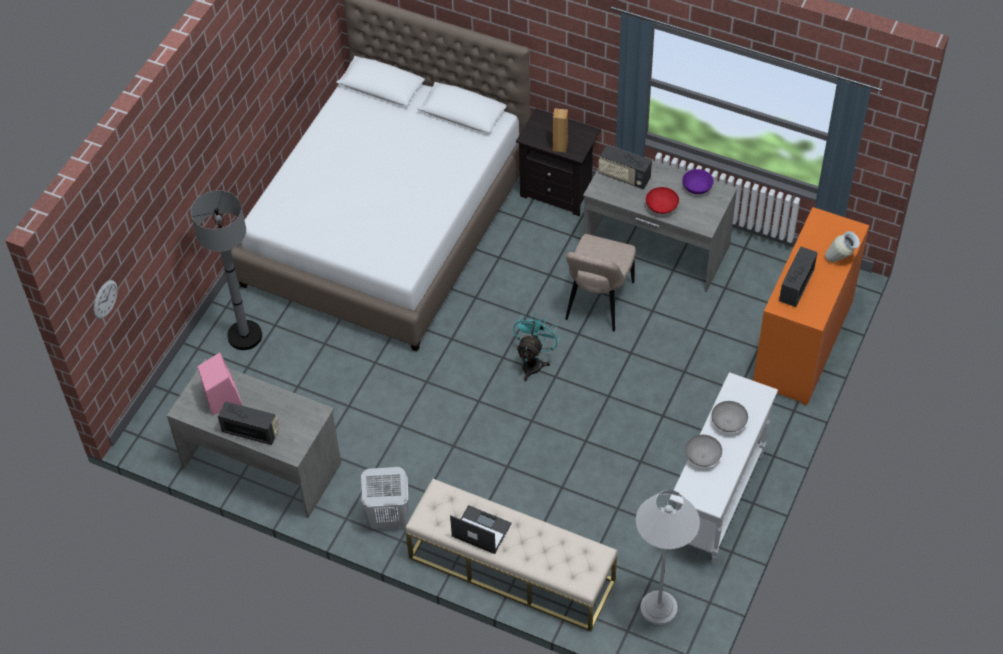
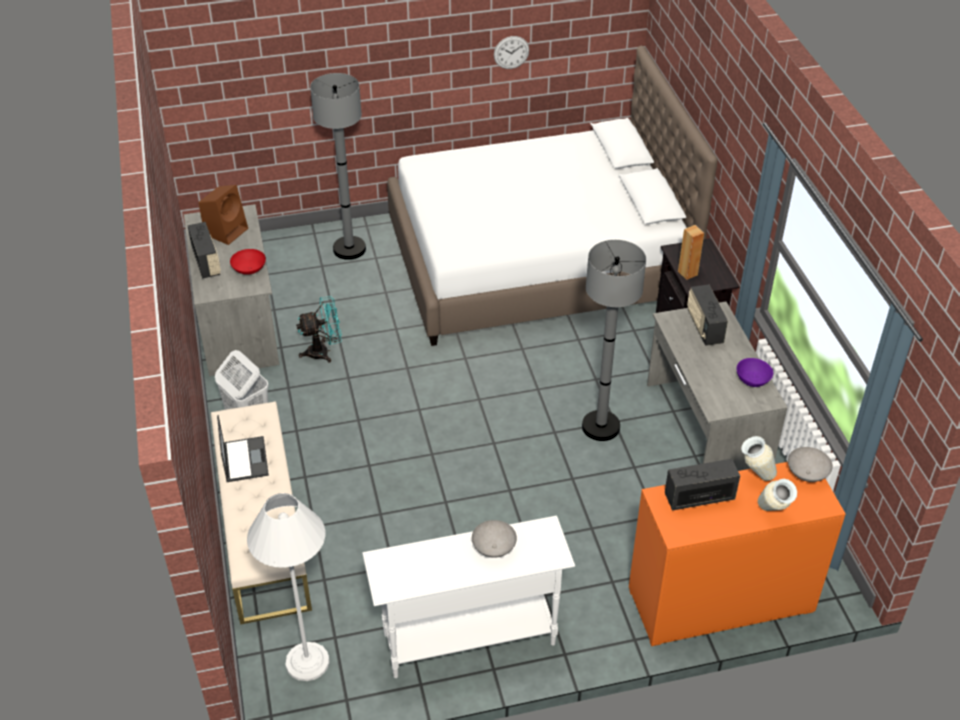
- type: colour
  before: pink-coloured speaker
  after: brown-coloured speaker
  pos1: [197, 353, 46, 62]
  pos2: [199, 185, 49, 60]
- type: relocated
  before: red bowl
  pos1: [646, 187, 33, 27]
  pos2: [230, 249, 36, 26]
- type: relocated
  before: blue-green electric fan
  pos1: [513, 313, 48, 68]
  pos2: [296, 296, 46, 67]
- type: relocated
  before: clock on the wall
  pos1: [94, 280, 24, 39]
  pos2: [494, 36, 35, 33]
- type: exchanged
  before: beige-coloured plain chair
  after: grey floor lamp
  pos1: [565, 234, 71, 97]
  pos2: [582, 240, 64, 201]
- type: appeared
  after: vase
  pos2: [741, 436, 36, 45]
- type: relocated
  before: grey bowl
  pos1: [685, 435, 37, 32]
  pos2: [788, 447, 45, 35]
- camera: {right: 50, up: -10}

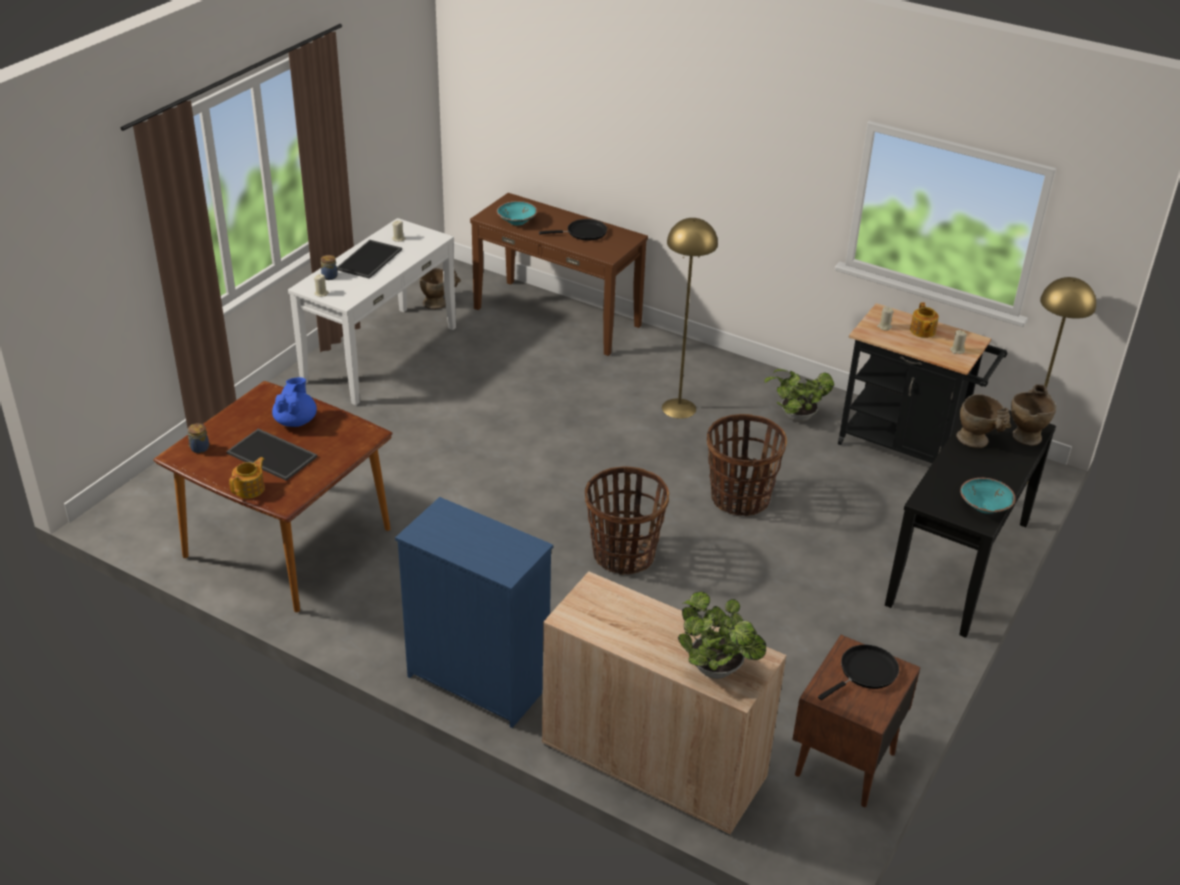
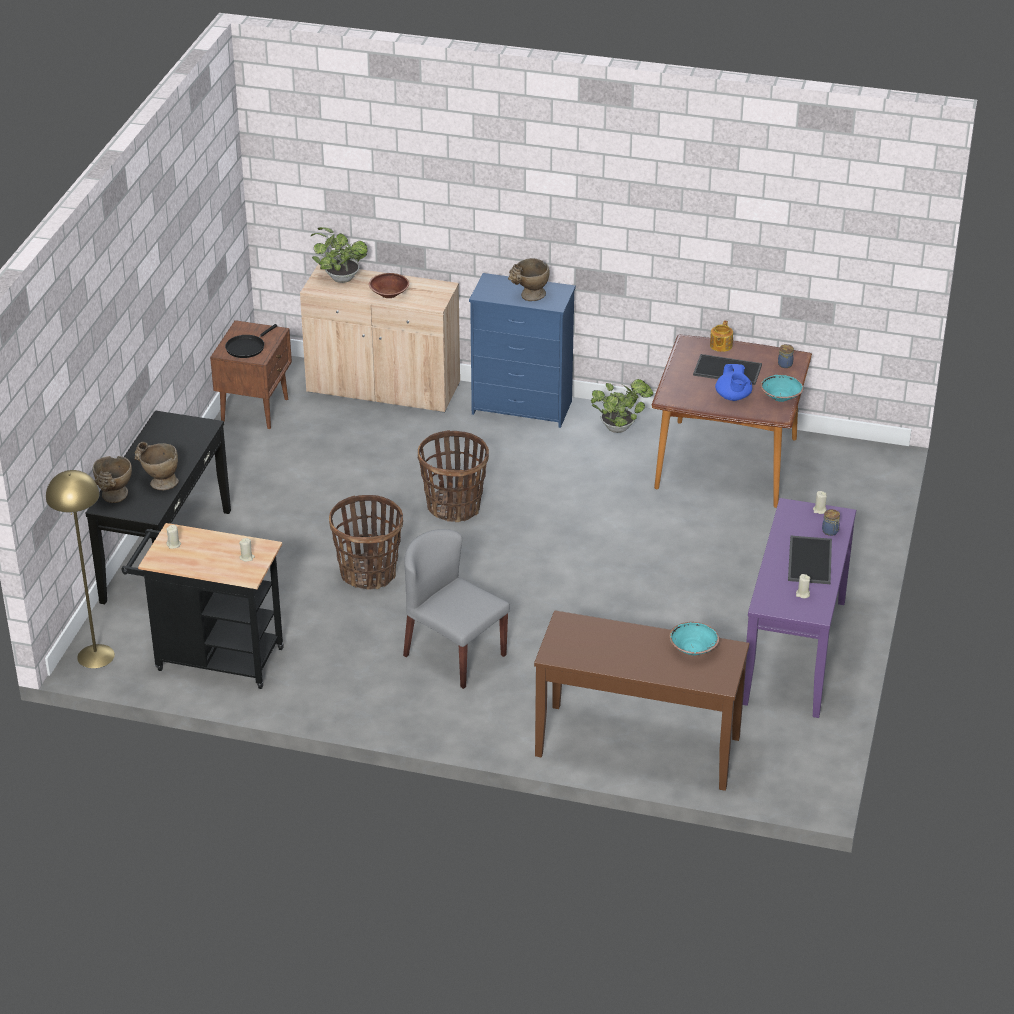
- type: appeared
  after: brown-coloured bowl
  pos2: [369, 273, 40, 25]
- type: exchanged
  before: yellow floor lamp
  after: grey plain chair
  pos1: [662, 218, 56, 201]
  pos2: [403, 529, 107, 160]
- type: relocated
  before: beige-coloured vase
  pos1: [420, 268, 41, 41]
  pos2: [508, 258, 41, 43]
- type: relocated
  before: houseplant
  pos1: [764, 369, 70, 53]
  pos2: [591, 379, 62, 54]
- type: colour
  before: whitish hall table
  after: purple hall table
  pos1: [288, 218, 168, 187]
  pos2: [743, 498, 113, 220]
- type: relocated
  before: blue-green bowl
  pos1: [960, 478, 56, 36]
  pos2: [760, 374, 43, 28]
- type: missing
  before: blackish frying pan
  pos1: [539, 219, 68, 21]
- type: missing
  before: teapot
  pos1: [910, 302, 29, 36]
- camera: {right: 165, up: 0}

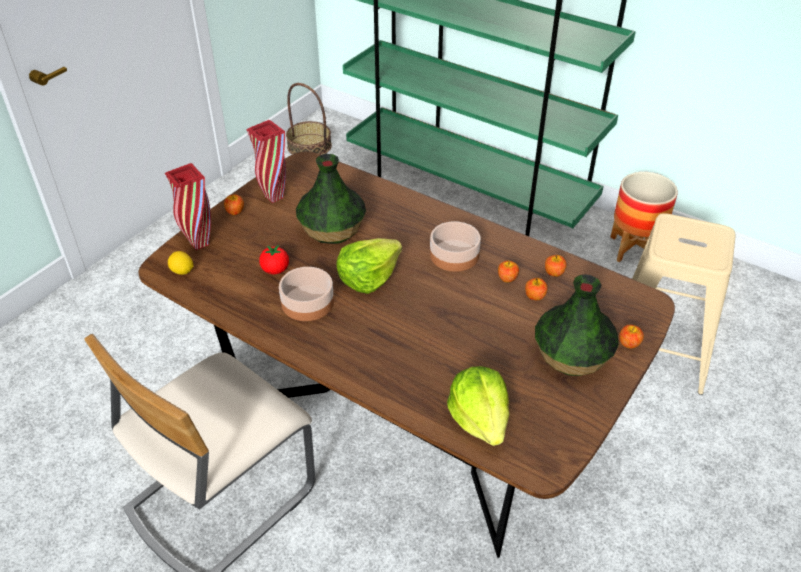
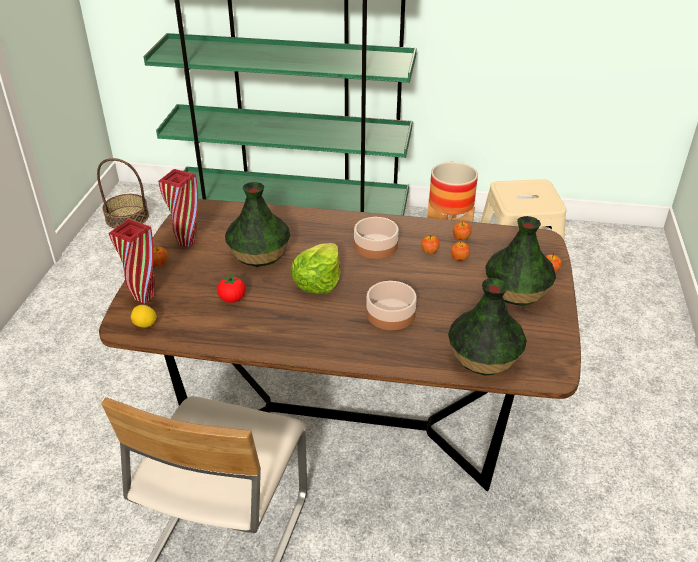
- type: relocated
  before: bowl
  pos1: [279, 267, 55, 54]
  pos2: [366, 281, 51, 49]
- type: exchanged
  before: lettuce
  after: vase
  pos1: [447, 366, 63, 80]
  pos2: [448, 278, 79, 98]
- camera: {right: -25, up: -5}

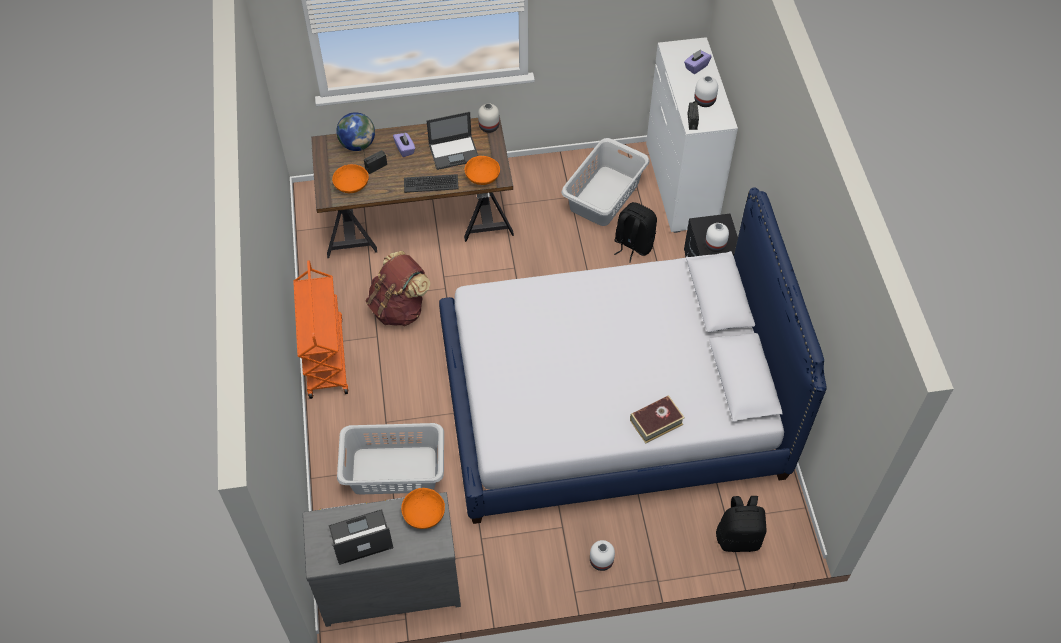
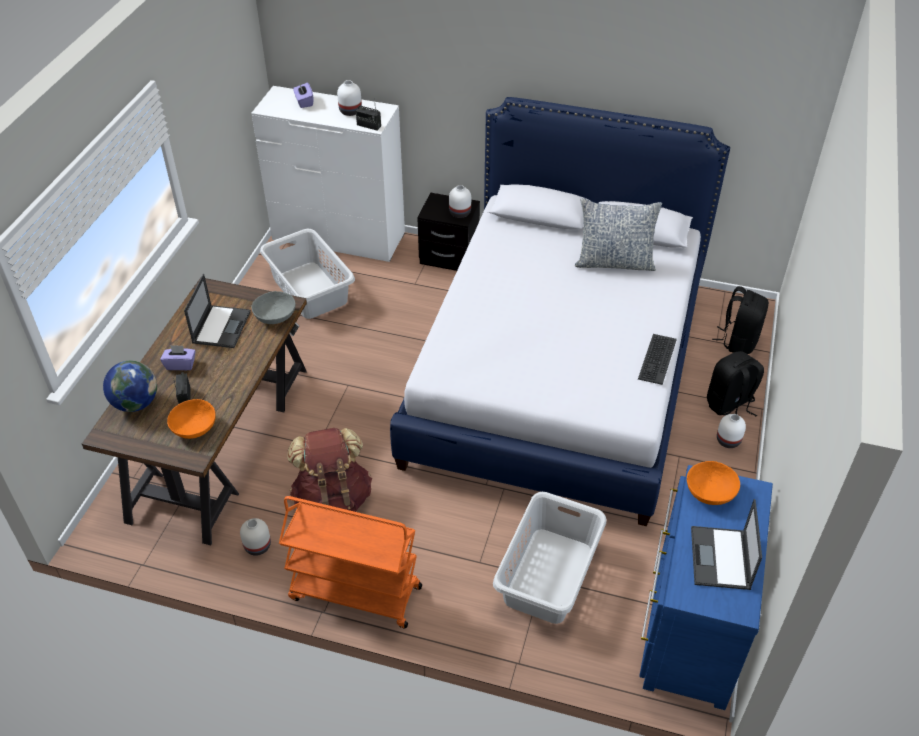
- type: relocated
  before: whitish vase
  pos1: [478, 103, 22, 30]
  pos2: [240, 518, 31, 38]
- type: colour
  before: orangey bowl
  after: grey bowl
  pos1: [465, 156, 35, 29]
  pos2: [251, 291, 45, 33]
- type: appeared
  after: throw pillow
  pos2: [575, 198, 87, 73]
- type: relocated
  before: PC keyboard
  pos1: [404, 174, 55, 19]
  pos2: [638, 334, 39, 51]
- type: colour
  before: grey dresser
  after: blue dresser
  pos1: [303, 492, 158, 135]
  pos2: [639, 465, 134, 245]
- type: relocated
  before: blackish rucksack
  pos1: [614, 202, 43, 61]
  pos2: [707, 351, 57, 65]
- type: missing
  before: bound book
  pos1: [630, 395, 55, 48]
- camera: {right: -65, up: -10}

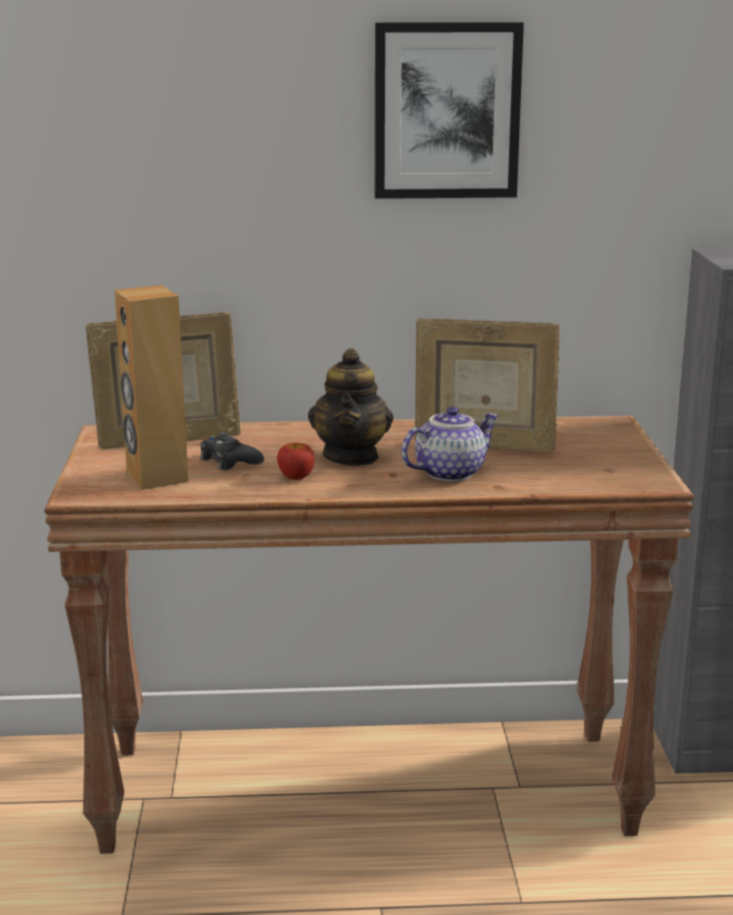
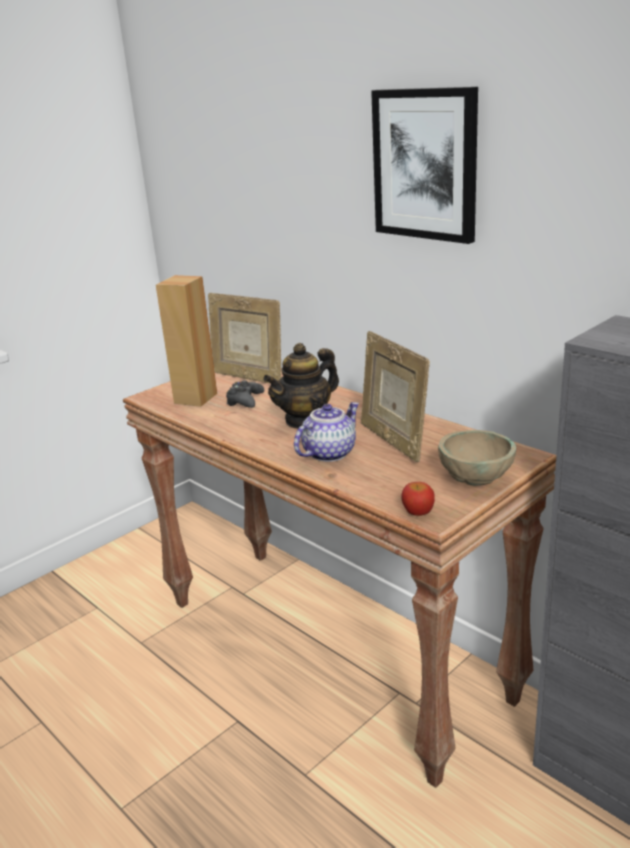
- type: spun
  before: teapot
  pos1: [401, 407, 98, 75]
  pos2: [294, 402, 66, 60]
  turn: -60
- type: relocated
  before: whole apple
  pos1: [277, 443, 38, 37]
  pos2: [401, 482, 34, 34]
- type: appeared
  after: beige-coloured bowl
  pos2: [438, 430, 78, 56]
- camera: {right: 50, up: 5}

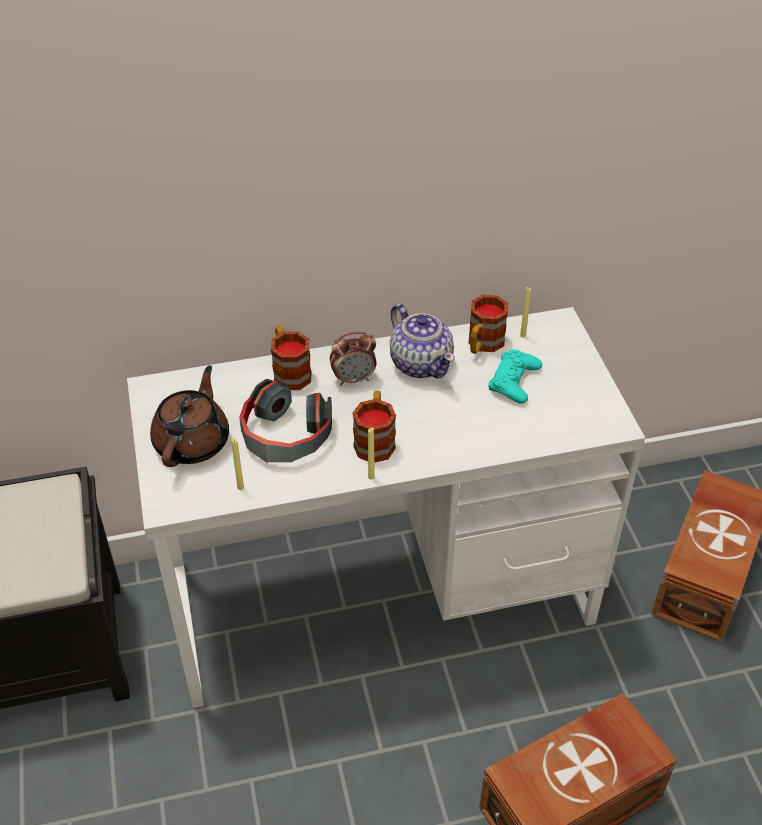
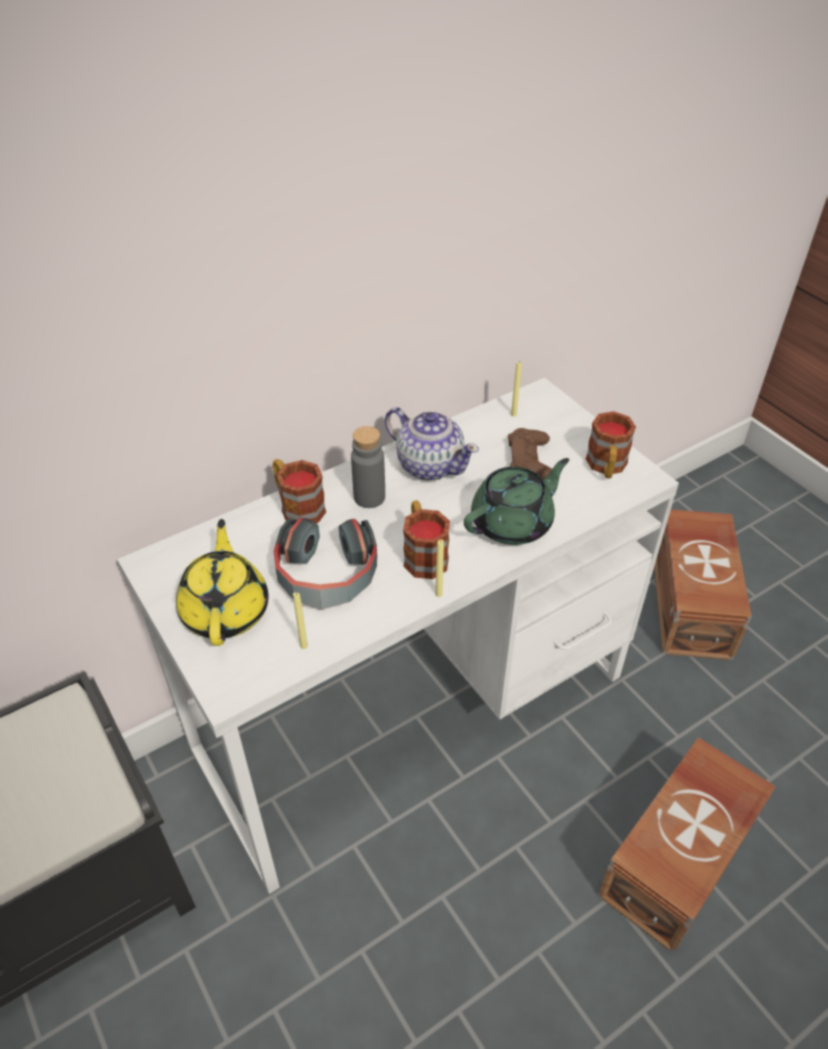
- type: colour
  before: brown-coloured teapot
  after: yellow teapot
  pos1: [150, 365, 79, 102]
  pos2: [176, 519, 93, 127]
- type: exchanged
  before: table clock
  after: grey drink bottle
  pos1: [330, 332, 46, 54]
  pos2: [351, 426, 34, 82]
- type: appeared
  after: green-coloured teapot
  pos2: [464, 458, 105, 87]
- type: colour
  before: blue-green gamepad
  after: brown-coloured gamepad
  pos1: [488, 349, 54, 55]
  pos2: [508, 428, 44, 52]
- type: relocated
  before: mug
  pos1: [469, 295, 39, 59]
  pos2: [586, 411, 50, 68]
- camera: {right: -20, up: 0}

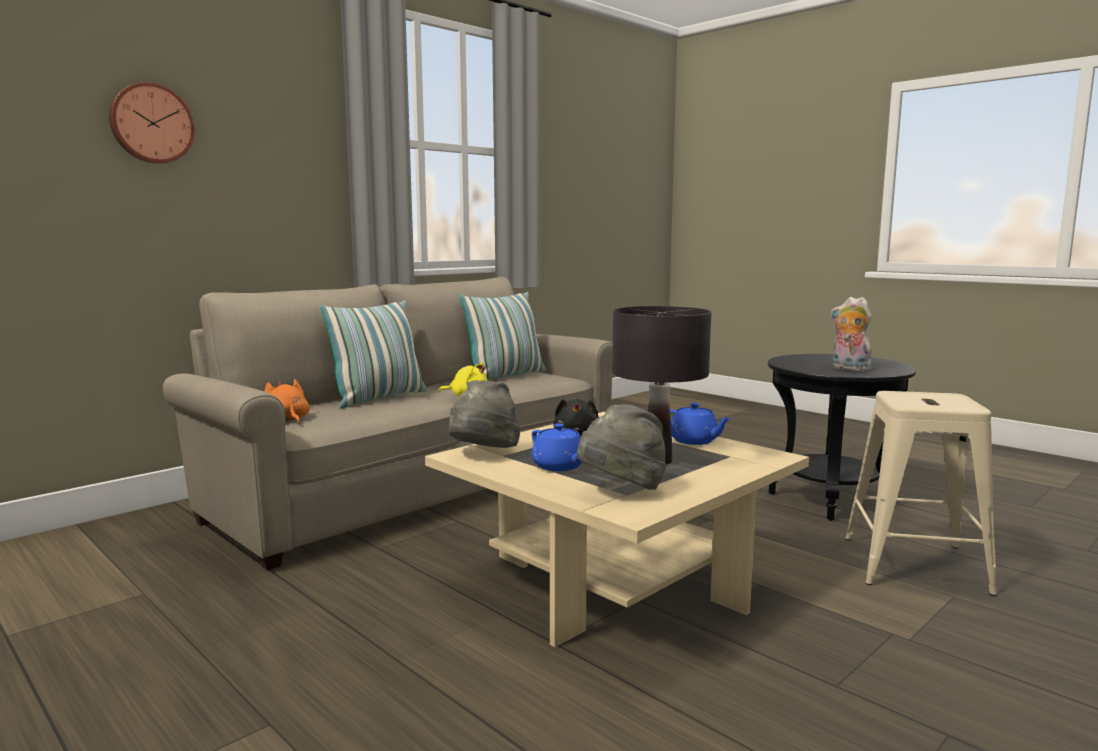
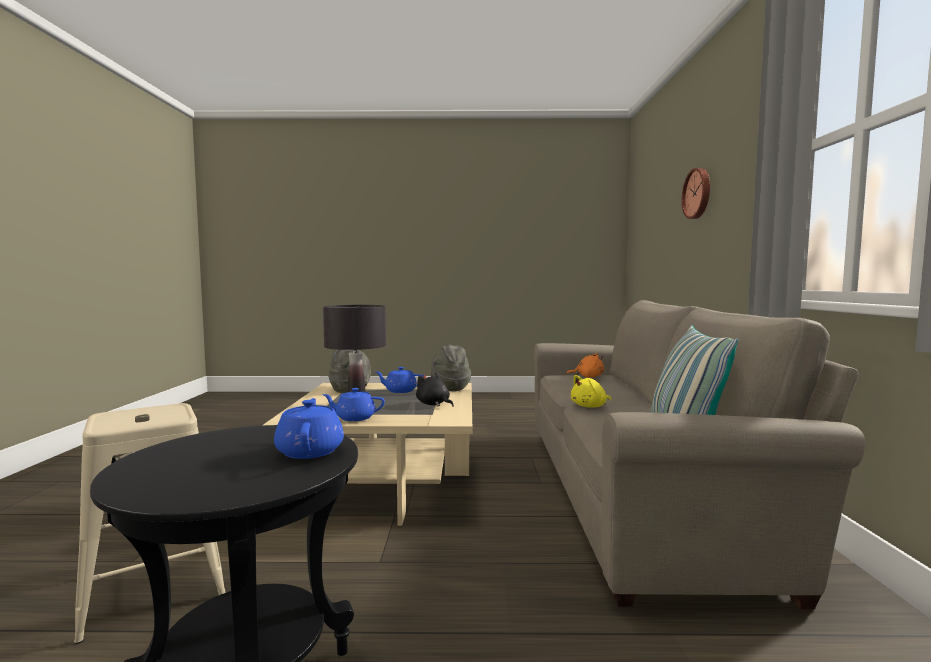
- type: appeared
  after: blue teapot
  pos2: [274, 398, 70, 61]
- type: missing
  before: throw pillow
  pos1: [320, 300, 107, 108]
- type: missing
  before: cuddly toy
  pos1: [831, 297, 41, 74]
- camera: {right: 135, up: -5}

